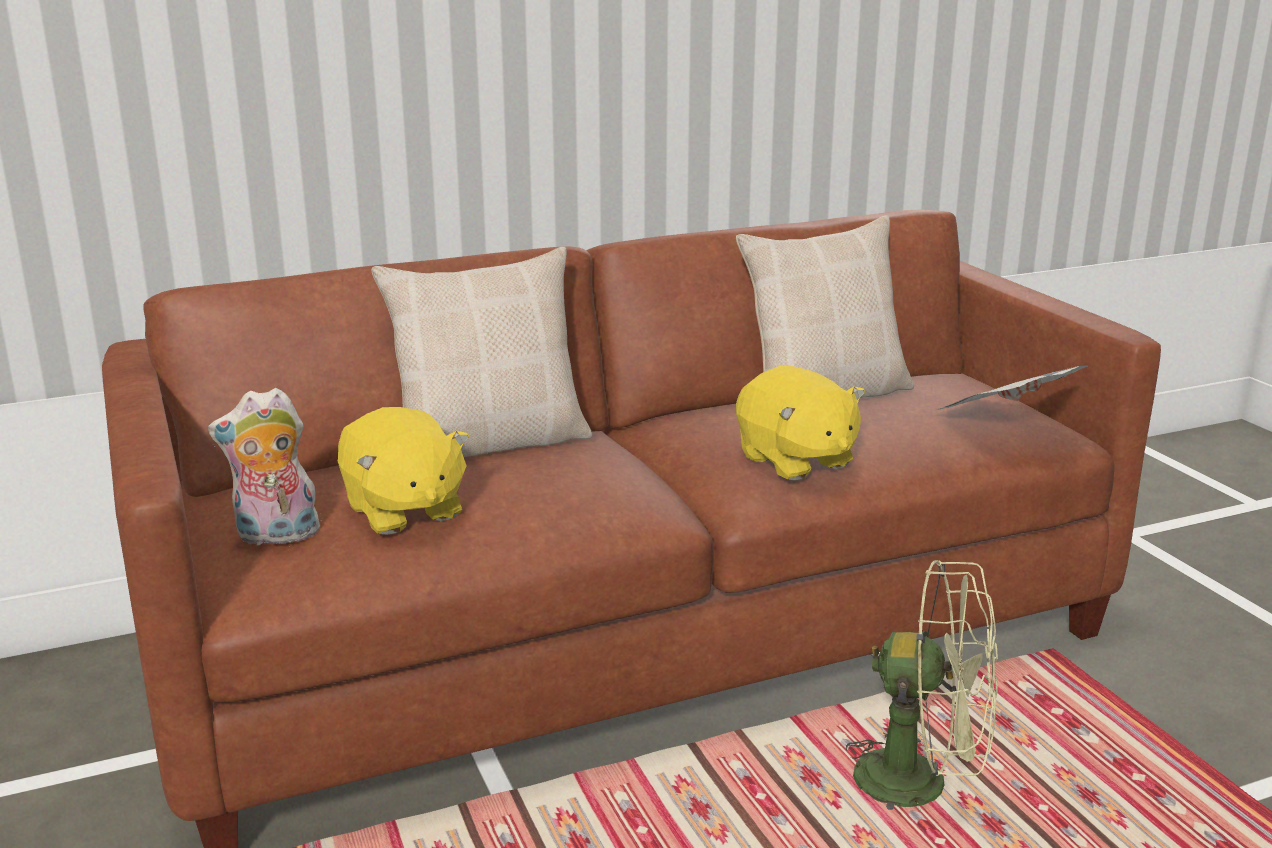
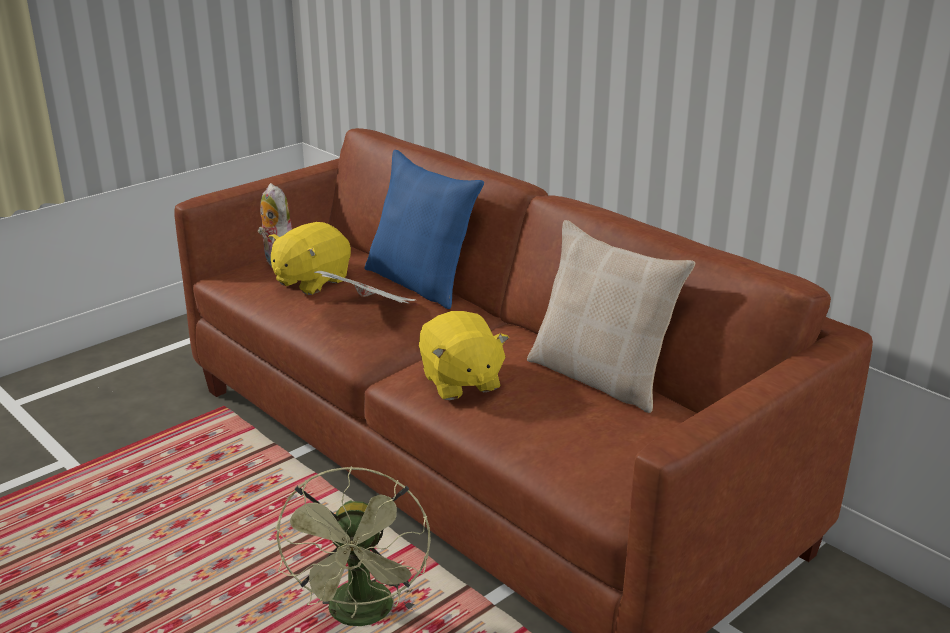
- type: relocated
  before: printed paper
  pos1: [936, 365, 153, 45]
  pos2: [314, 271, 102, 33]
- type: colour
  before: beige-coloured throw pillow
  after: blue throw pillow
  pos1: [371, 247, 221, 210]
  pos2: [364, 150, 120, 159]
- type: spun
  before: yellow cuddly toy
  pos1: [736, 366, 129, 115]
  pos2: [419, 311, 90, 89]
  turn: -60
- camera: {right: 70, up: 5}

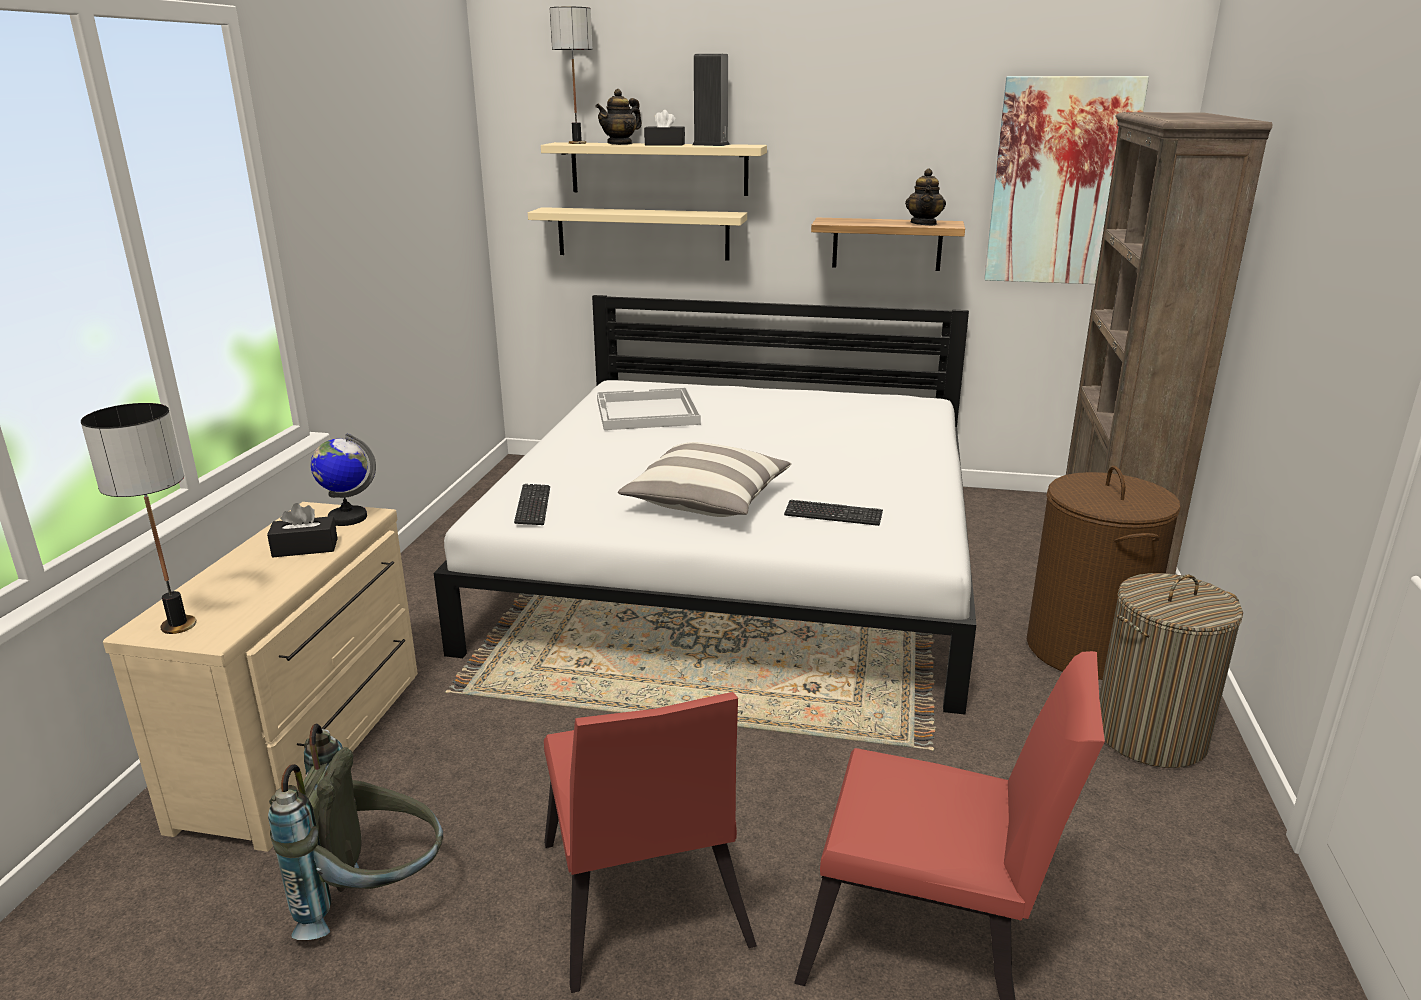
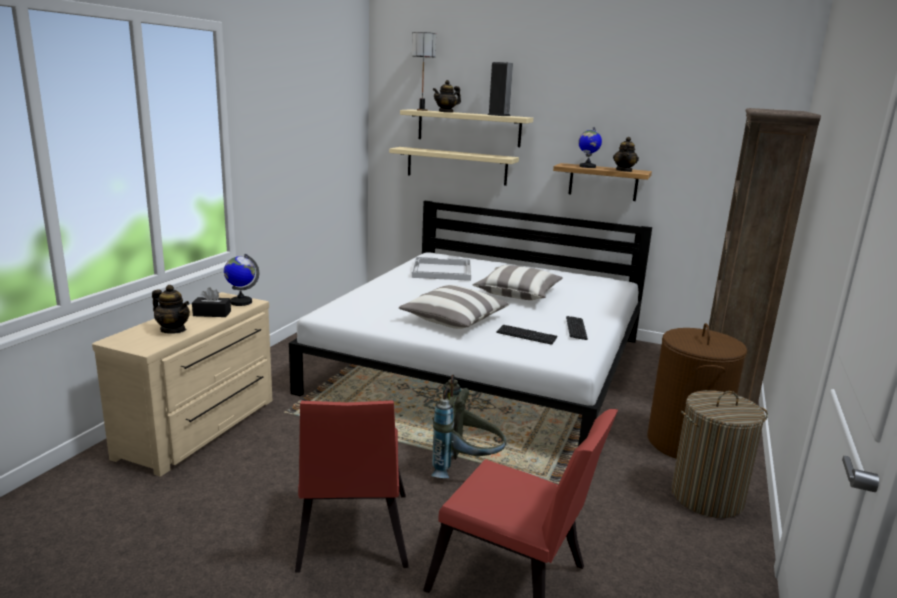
- type: appeared
  after: teapot
  pos2: [152, 285, 38, 49]
- type: relocated
  before: grey rucksack
  pos1: [268, 723, 175, 217]
  pos2: [431, 375, 75, 103]
- type: appeared
  after: throw pillow
  pos2: [473, 265, 90, 35]
- type: relocated
  before: PC keyboard
  pos1: [514, 484, 36, 41]
  pos2: [566, 316, 22, 24]
- type: appeared
  after: world globe
  pos2: [578, 127, 24, 41]
- type: missing
  before: tabletop lamp
  pos1: [81, 403, 116, 231]
- type: missing
  before: blackish box of tissues
  pos1: [644, 110, 41, 36]
- type: missing
  before: wall picture
  pos1: [984, 76, 165, 208]
- camera: {right: 10, up: -5}

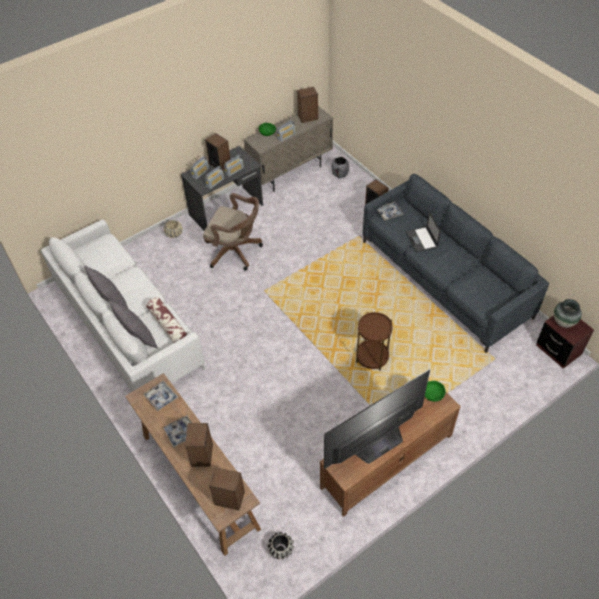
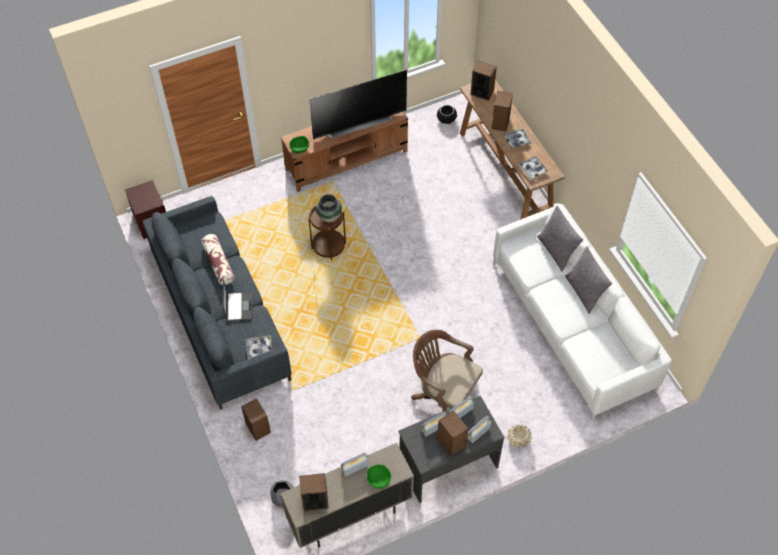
- type: relocated
  before: throw pillow
  pos1: [147, 297, 40, 46]
  pos2: [201, 234, 34, 51]
- type: relocated
  before: vase
  pos1: [554, 299, 28, 29]
  pos2: [316, 194, 26, 28]
- camera: {right: -170, up: 5}

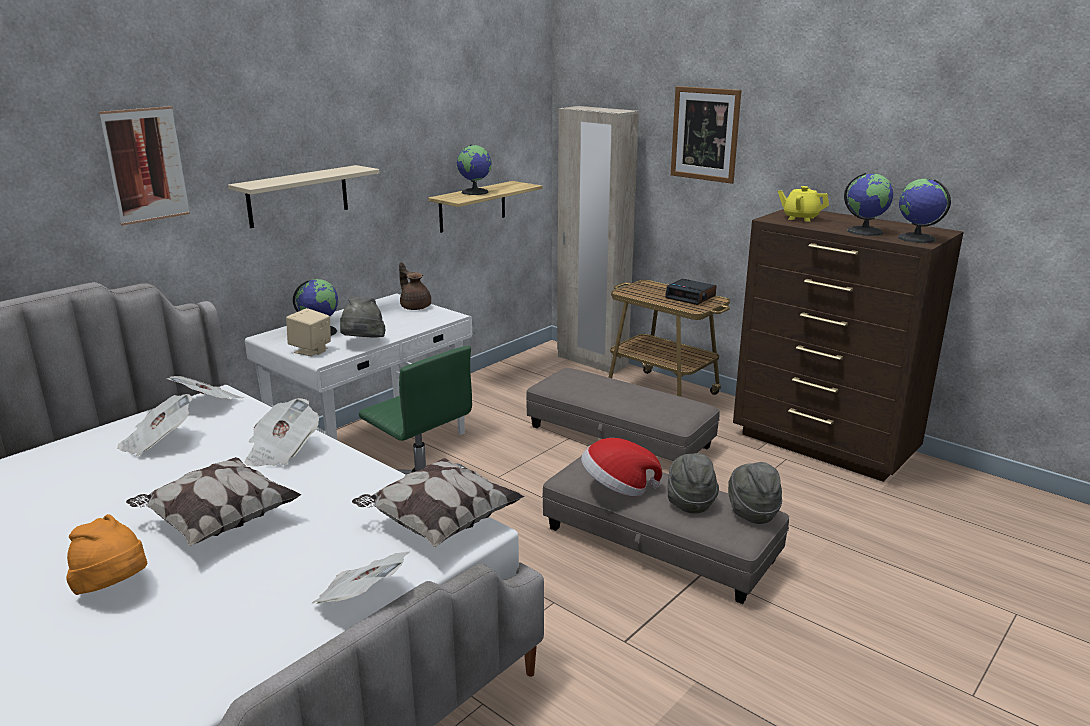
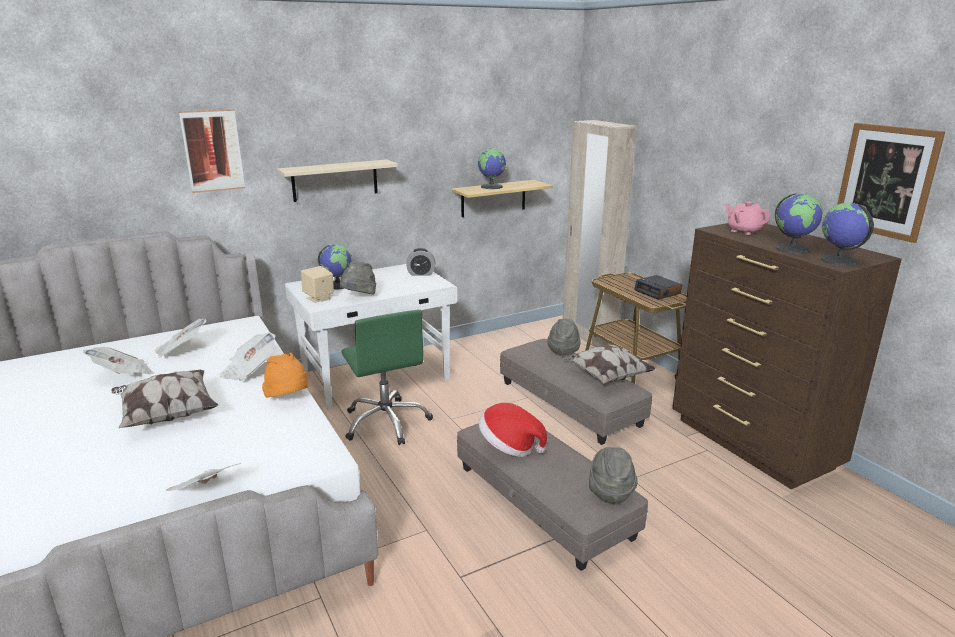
- type: relocated
  before: printed paper
  pos1: [166, 376, 79, 23]
  pos2: [83, 347, 71, 28]
- type: relocated
  before: orangey hat
  pos1: [66, 514, 81, 81]
  pos2: [262, 352, 46, 46]
- type: exchanged
  before: brown-coloured teapot
  after: table clock
  pos1: [399, 262, 32, 48]
  pos2: [406, 248, 29, 28]
- type: relocated
  before: grey hat
  pos1: [667, 453, 52, 61]
  pos2: [547, 319, 34, 37]
- type: relocated
  before: throw pillow
  pos1: [352, 458, 172, 90]
  pos2: [562, 344, 94, 40]
- type: colour
  before: yellow teapot
  after: pink-coloured teapot
  pos1: [778, 186, 51, 36]
  pos2: [725, 201, 45, 34]
- type: relocated
  before: wall picture
  pos1: [671, 86, 70, 98]
  pos2: [837, 123, 108, 120]
- camera: {right: 20, up: 0}

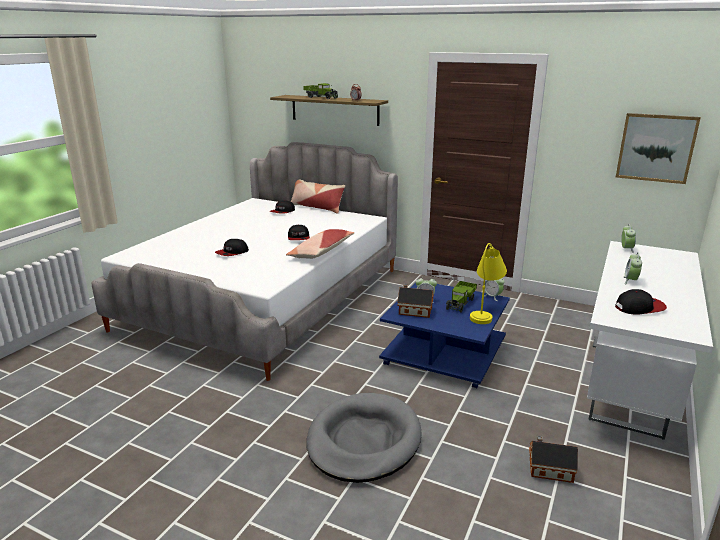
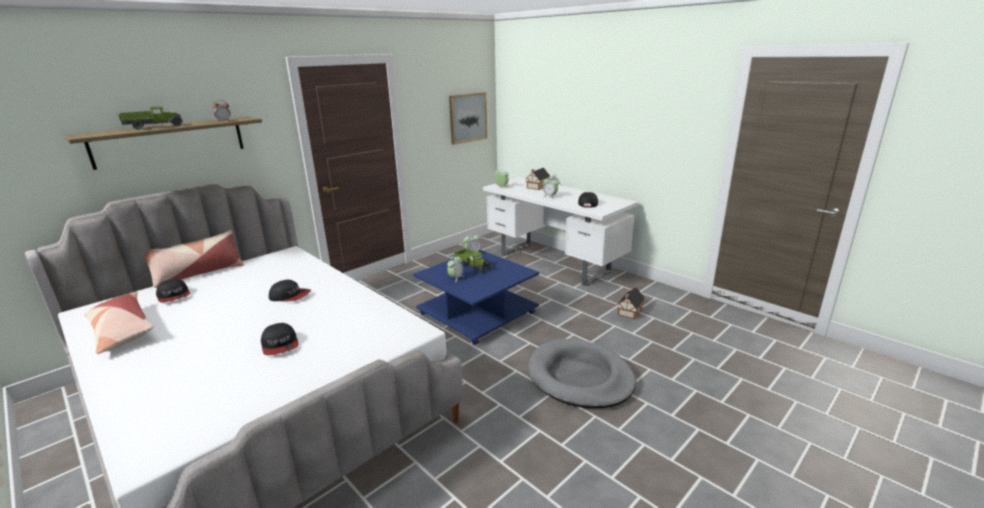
- type: relocated
  before: throw pillow
  pos1: [286, 229, 68, 30]
  pos2: [84, 292, 70, 62]
- type: relocated
  before: miniature house
  pos1: [397, 284, 37, 34]
  pos2: [526, 168, 24, 22]
- type: missing
  before: yellow tabletop lamp
  pos1: [470, 243, 37, 81]
- camera: {right: -70, up: 0}

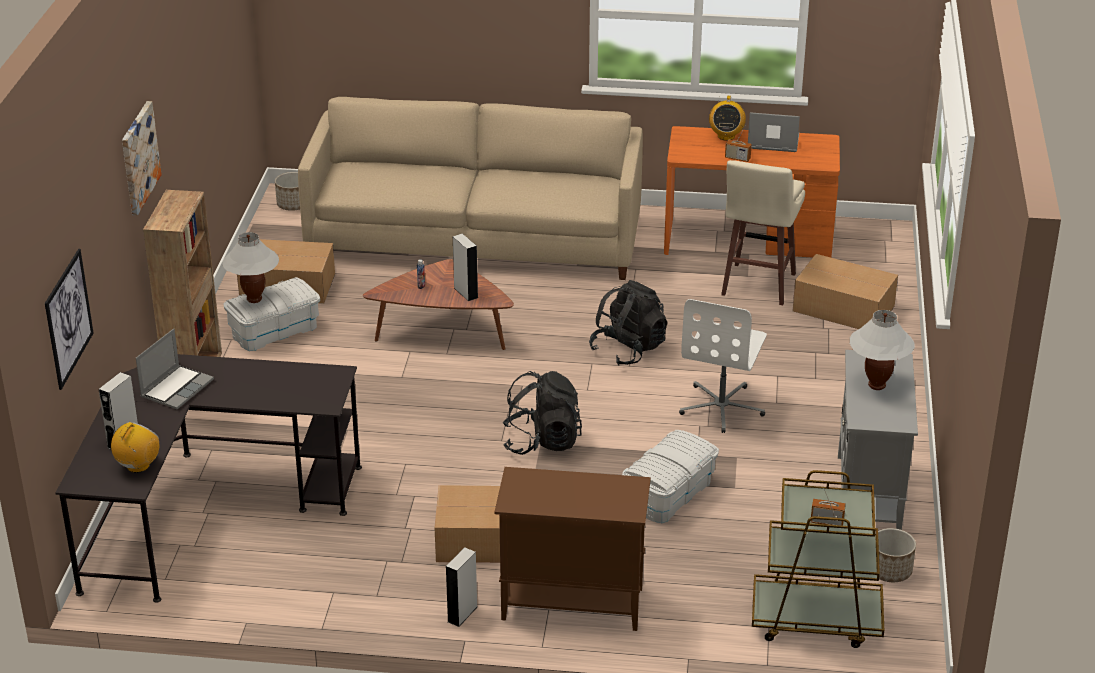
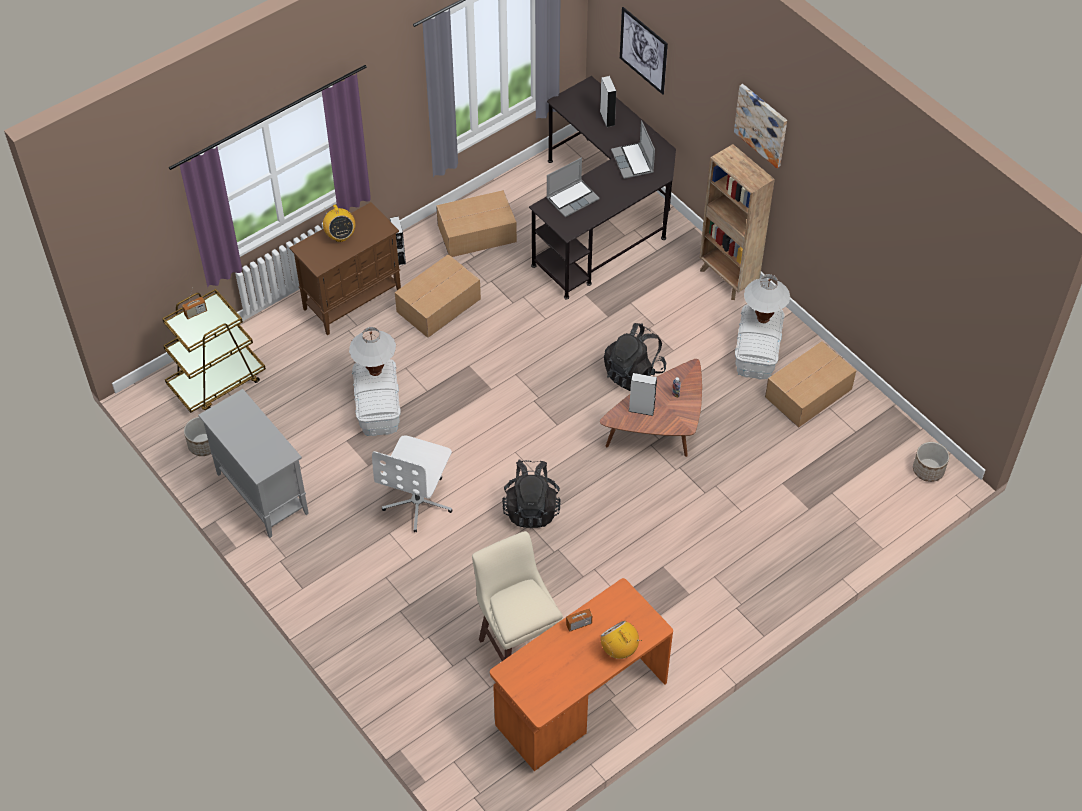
- type: relocated
  before: radio receiver
  pos1: [111, 422, 49, 51]
  pos2: [323, 204, 32, 38]
- type: relocated
  before: whitish tabletop lamp
  pos1: [849, 310, 66, 80]
  pos2: [349, 327, 47, 49]
- type: spun
  before: whitish office chair
  pos1: [679, 299, 88, 134]
  pos2: [372, 435, 81, 97]
  turn: -135
- type: relocated
  before: packing box
  pos1: [793, 254, 105, 75]
  pos2: [436, 190, 81, 67]
- type: relocated
  before: notebook computer
  pos1: [748, 112, 52, 40]
  pos2: [546, 157, 54, 60]
- type: relocated
  before: blackish rucksack
  pos1: [502, 371, 80, 84]
  pos2: [604, 323, 62, 68]
- type: missing
  before: beige-coloured sofa
  pos1: [298, 97, 345, 183]
- camera: {right: 135, up: 20}

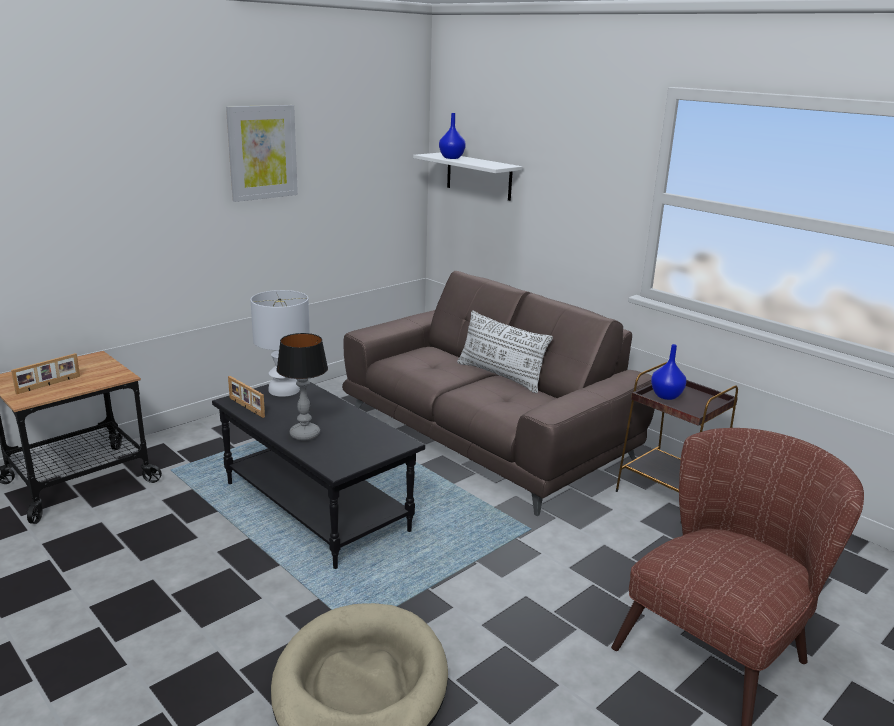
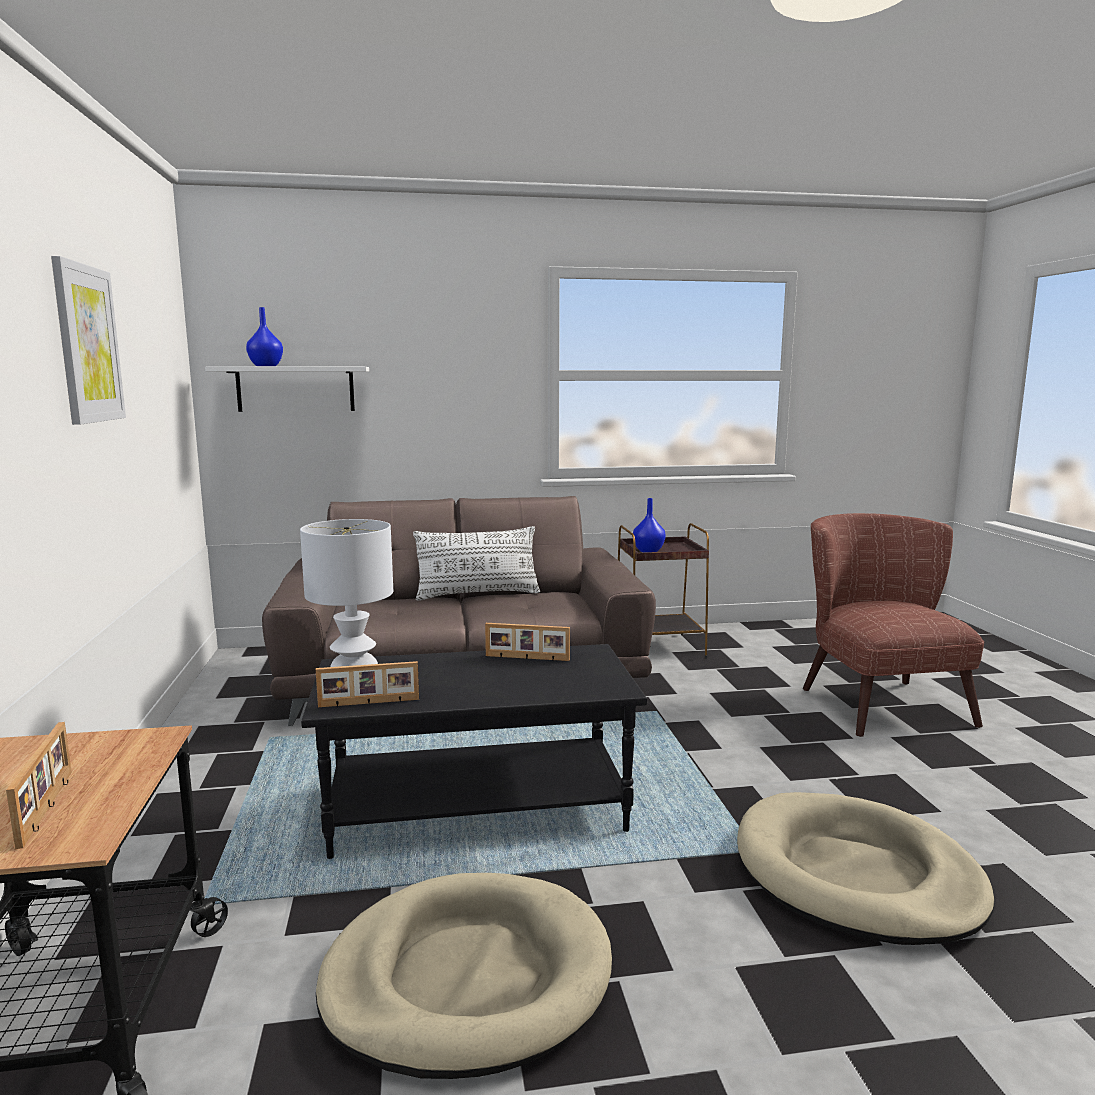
- type: appeared
  after: beige-coloured dog bed
  pos2: [316, 873, 296, 206]
- type: appeared
  after: photo frame
  pos2: [485, 623, 85, 38]
- type: missing
  before: tabletop lamp
  pos1: [276, 333, 52, 108]
- camera: {right: -55, up: -10}

